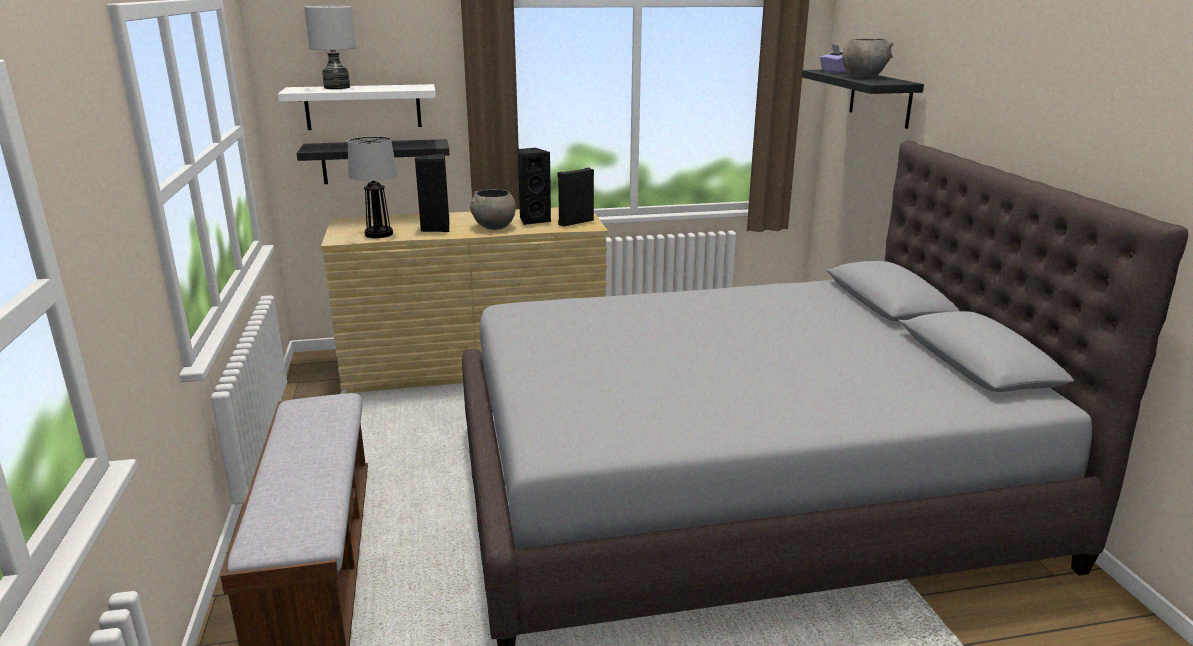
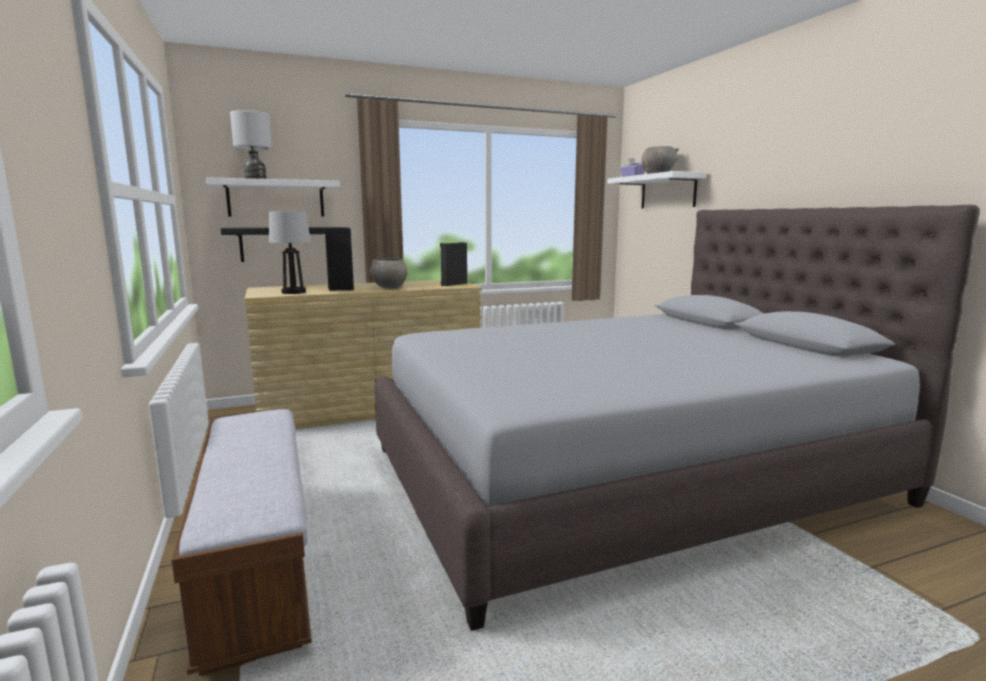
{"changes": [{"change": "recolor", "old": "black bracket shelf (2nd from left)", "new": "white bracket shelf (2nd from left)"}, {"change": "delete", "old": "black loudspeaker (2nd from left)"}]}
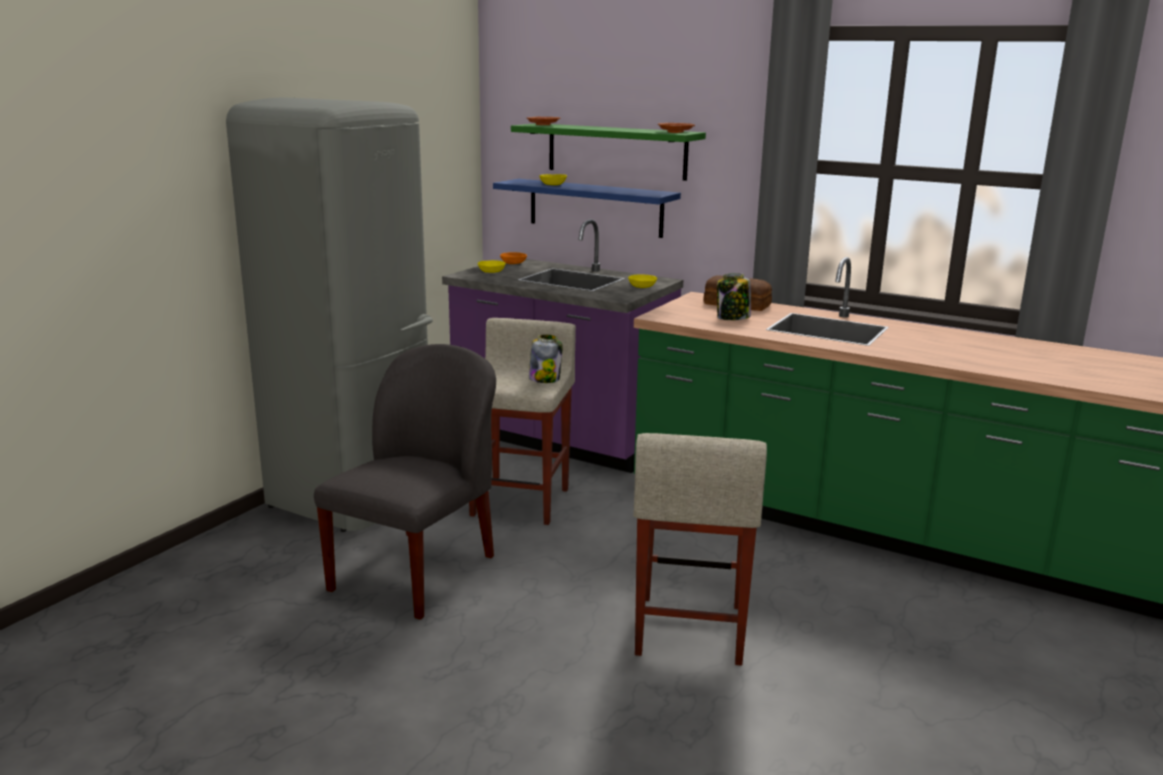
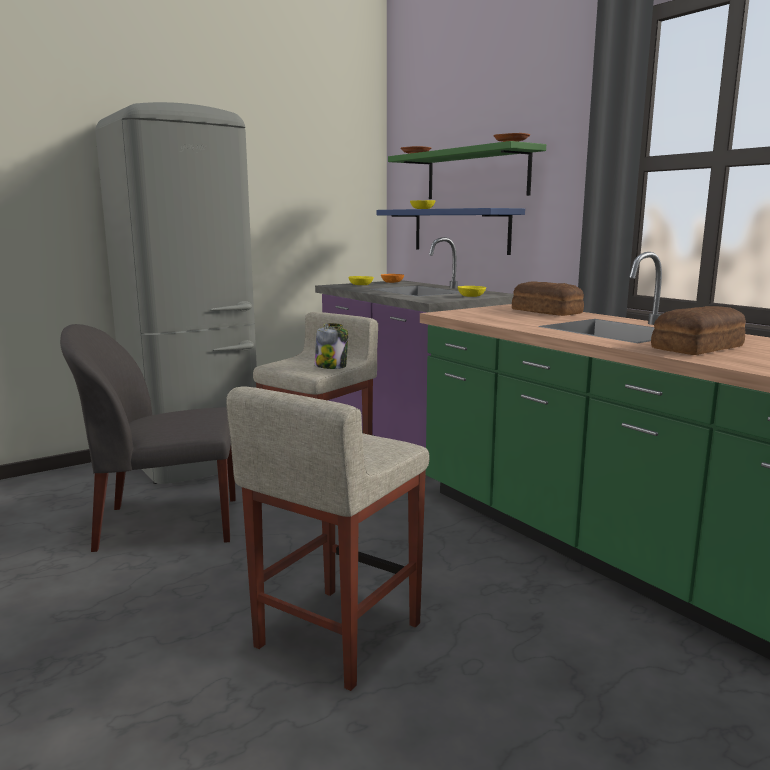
{"changes": [{"change": "delete", "old": "preserve jar (2nd from left)"}, {"change": "rotate", "old": "grey upright chair", "degrees": -150}, {"change": "insert", "new": "bakery bread (2nd from left)"}]}
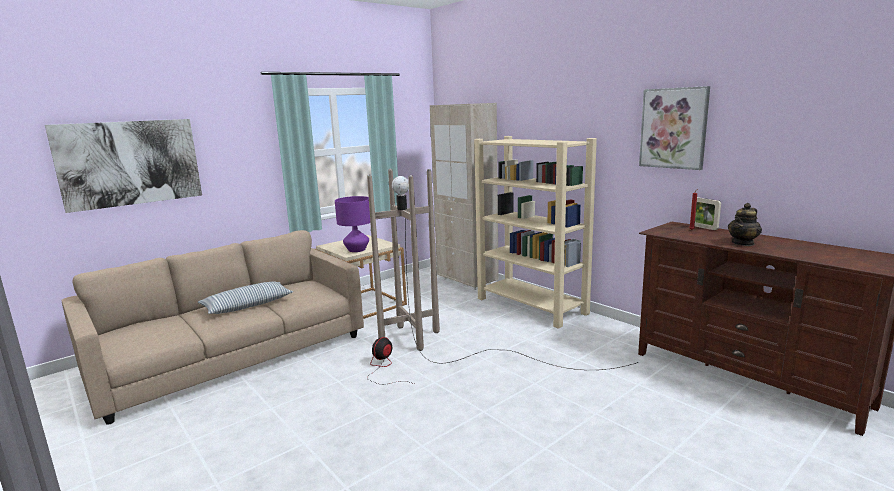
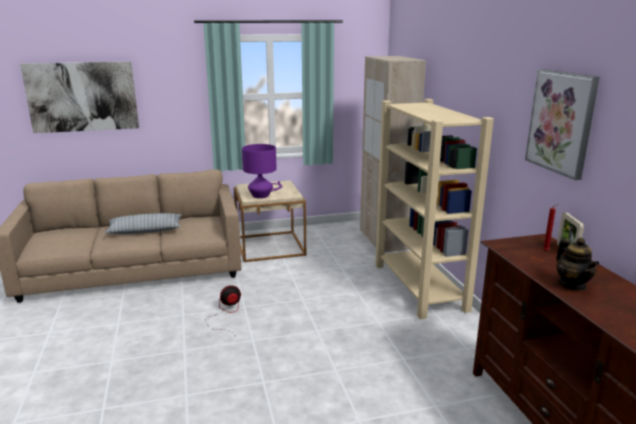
{"changes": [{"change": "delete", "old": "brown standing lamp"}, {"change": "rotate", "old": "pot for tea", "degrees": -90}]}
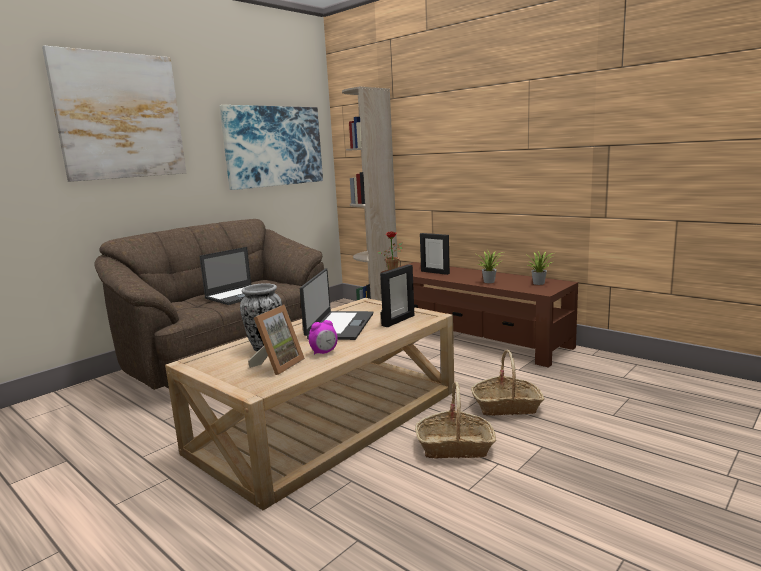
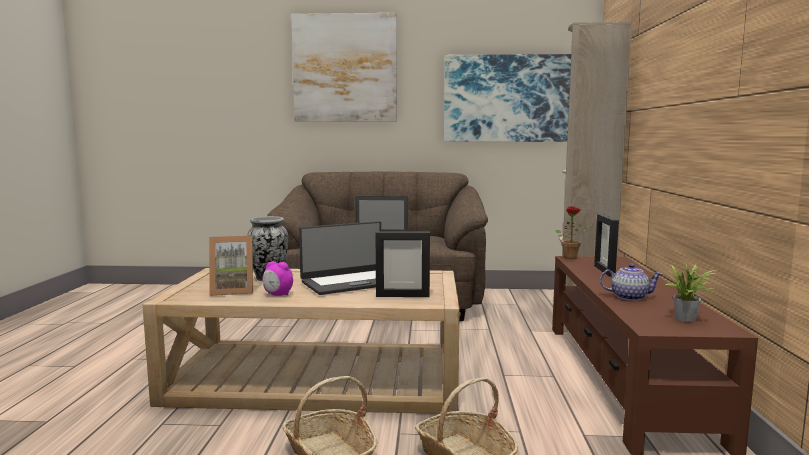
{"changes": [{"change": "replace", "old": "houseplant (2nd from left)", "new": "pot for tea"}]}
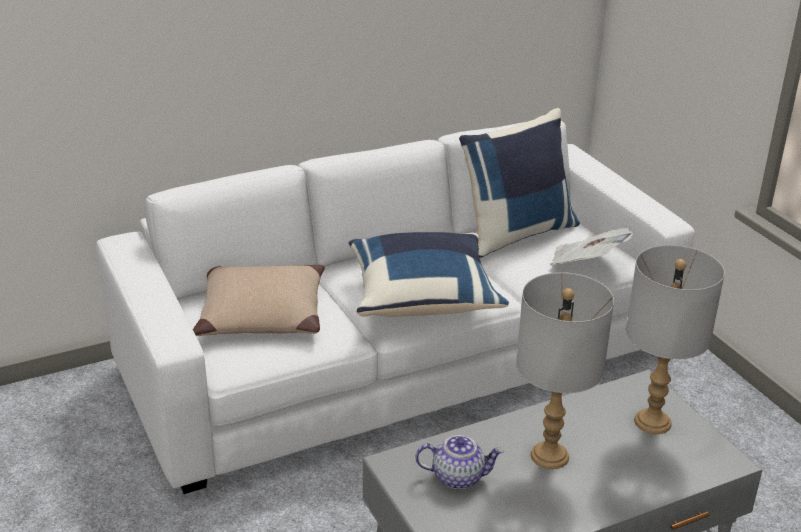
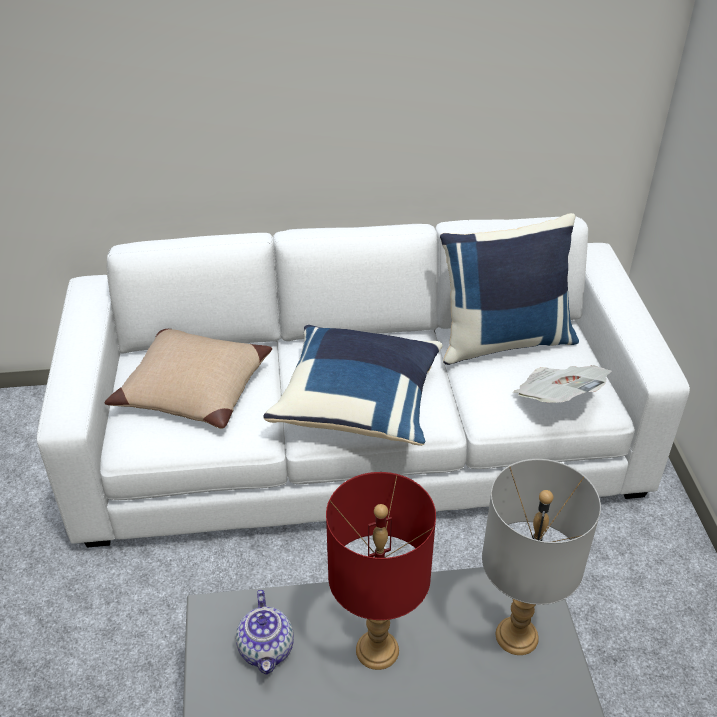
{"changes": [{"change": "recolor", "old": "grey lamp for a table (1st from left)", "new": "reddish lamp for a table"}, {"change": "rotate", "old": "pot for tea", "degrees": 60}]}
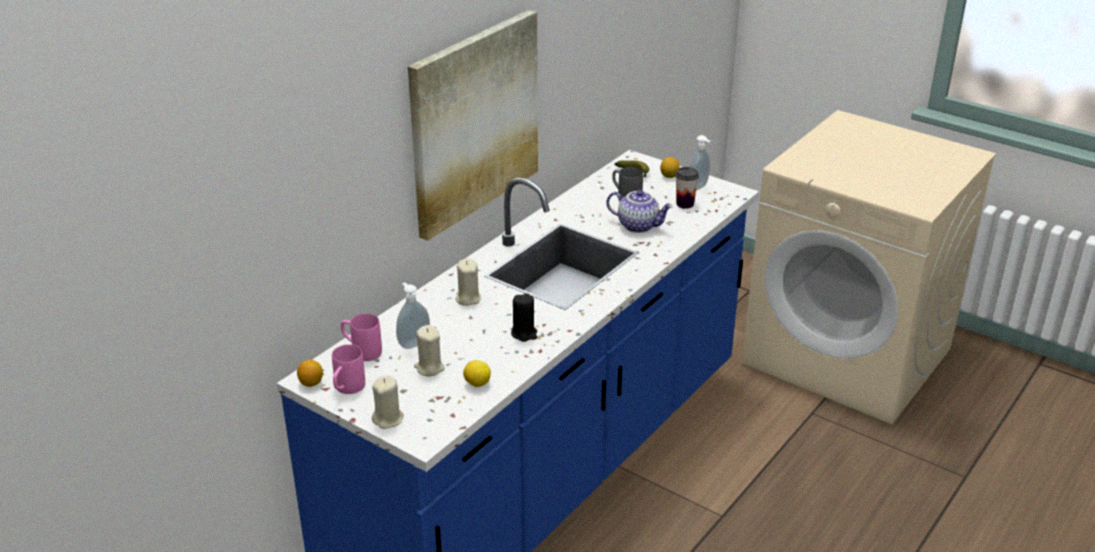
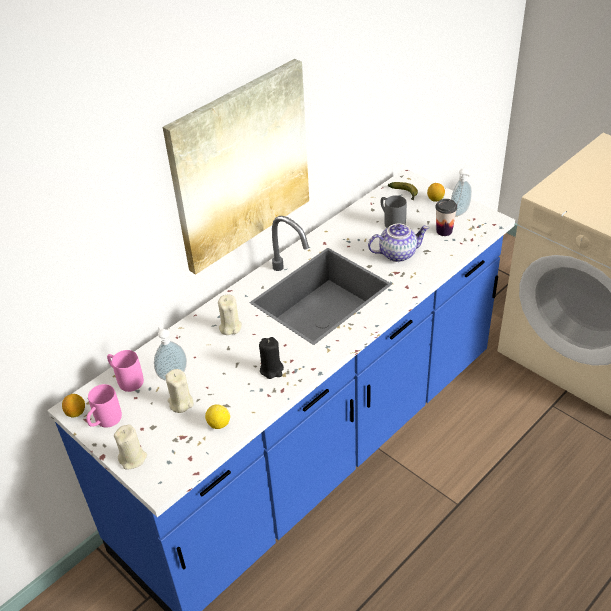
{"changes": [{"change": "rotate", "old": "pot for tea", "degrees": -45}]}
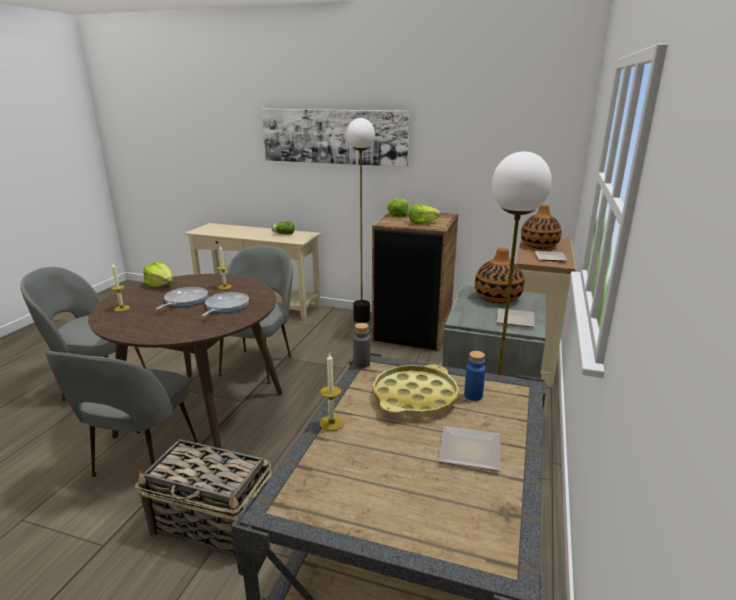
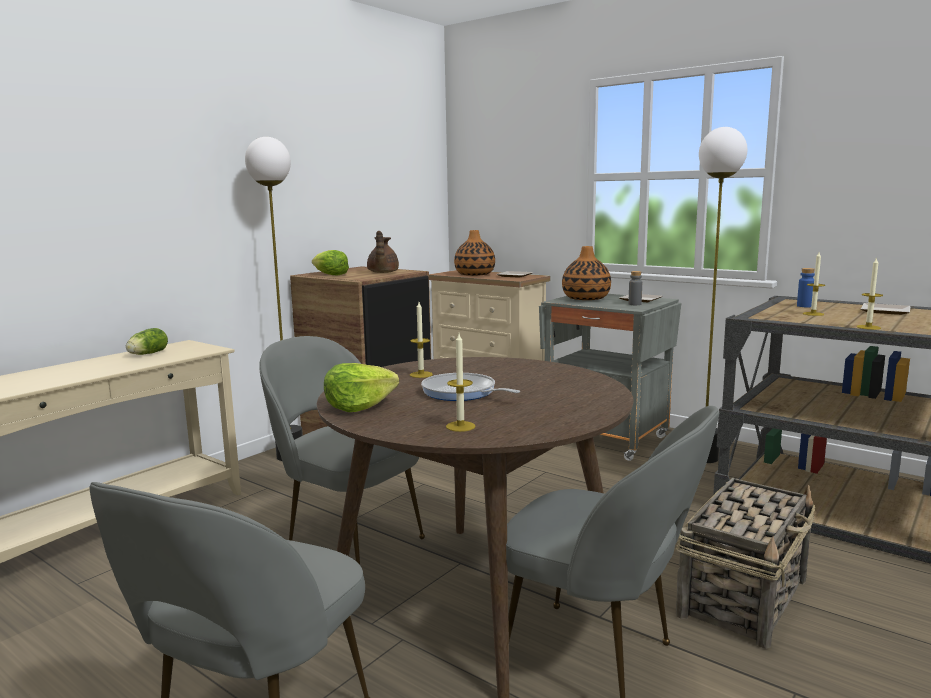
{"changes": [{"change": "delete", "old": "wall picture"}, {"change": "replace", "old": "head of lettuce (4th from left)", "new": "brown pot for tea"}, {"change": "delete", "old": "pan (2nd from left)"}, {"change": "move", "old": "grey beverage bottle"}, {"change": "replace", "old": "yellowish serving tray", "new": "wax light (3rd from left)"}]}
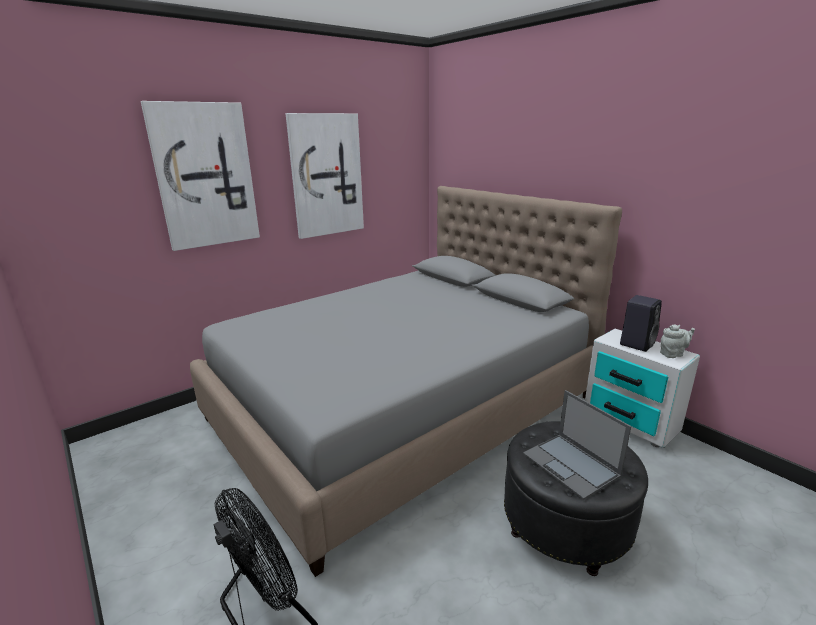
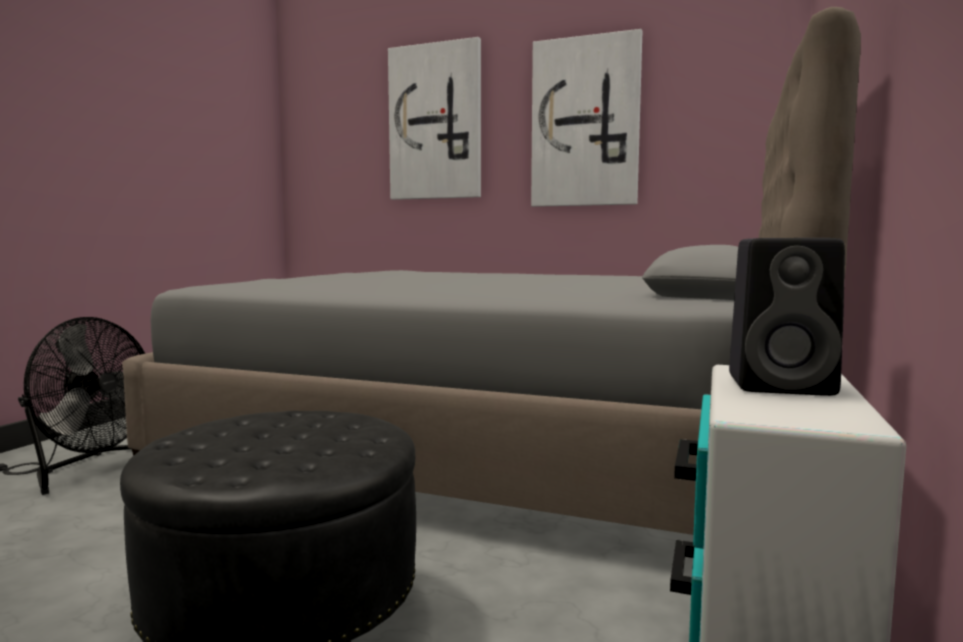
{"changes": [{"change": "delete", "old": "grey pot for tea"}, {"change": "delete", "old": "laptop"}]}
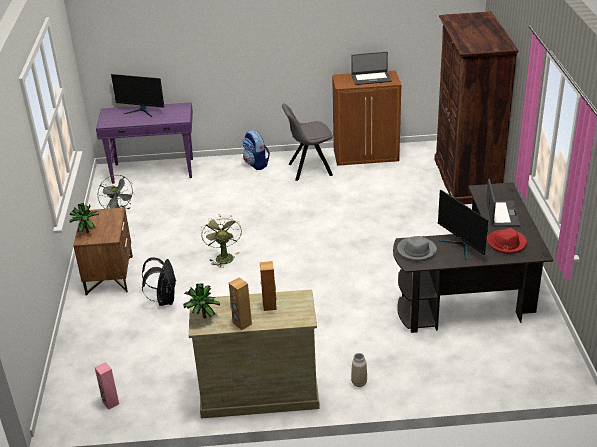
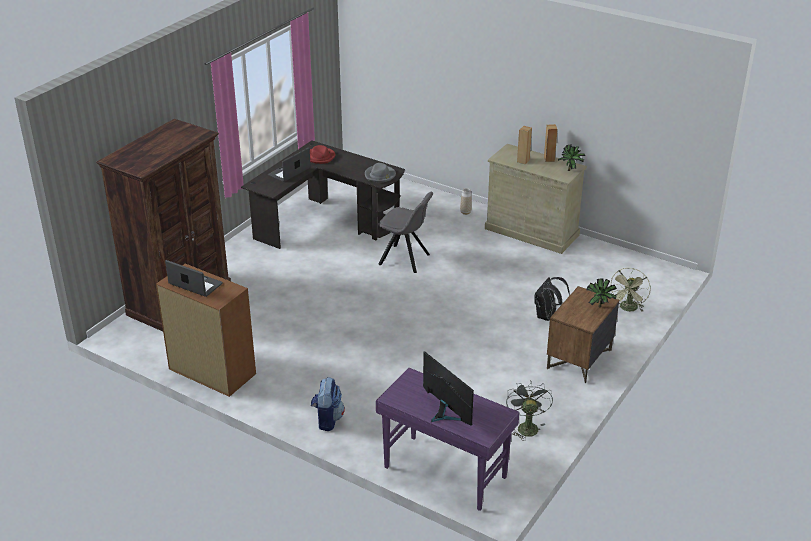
{"changes": [{"change": "move", "old": "grey upright chair"}, {"change": "delete", "old": "computer display (2nd from left)"}, {"change": "move", "old": "greenish fan"}, {"change": "delete", "old": "pink-coloured loudspeaker"}]}
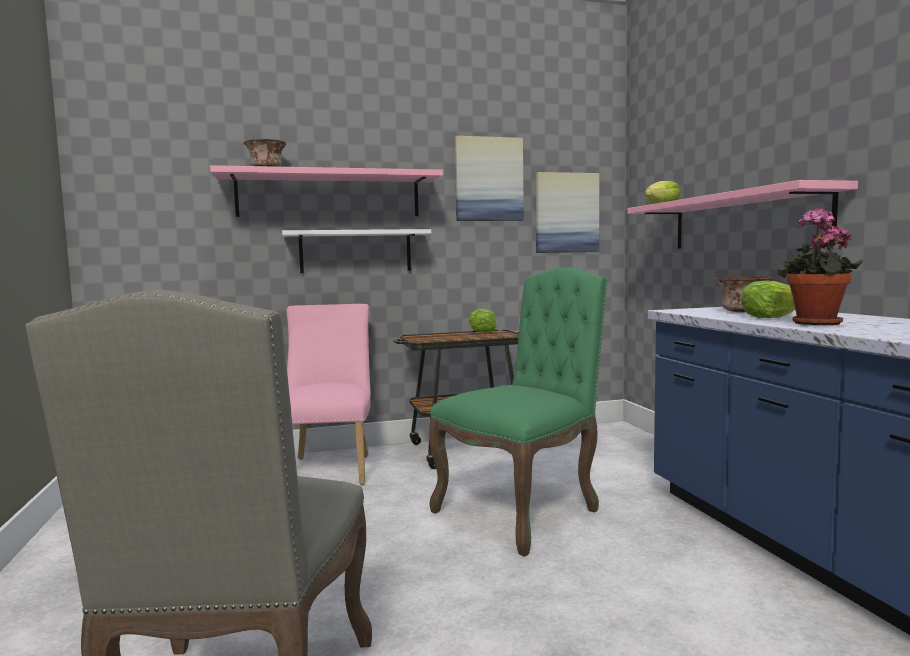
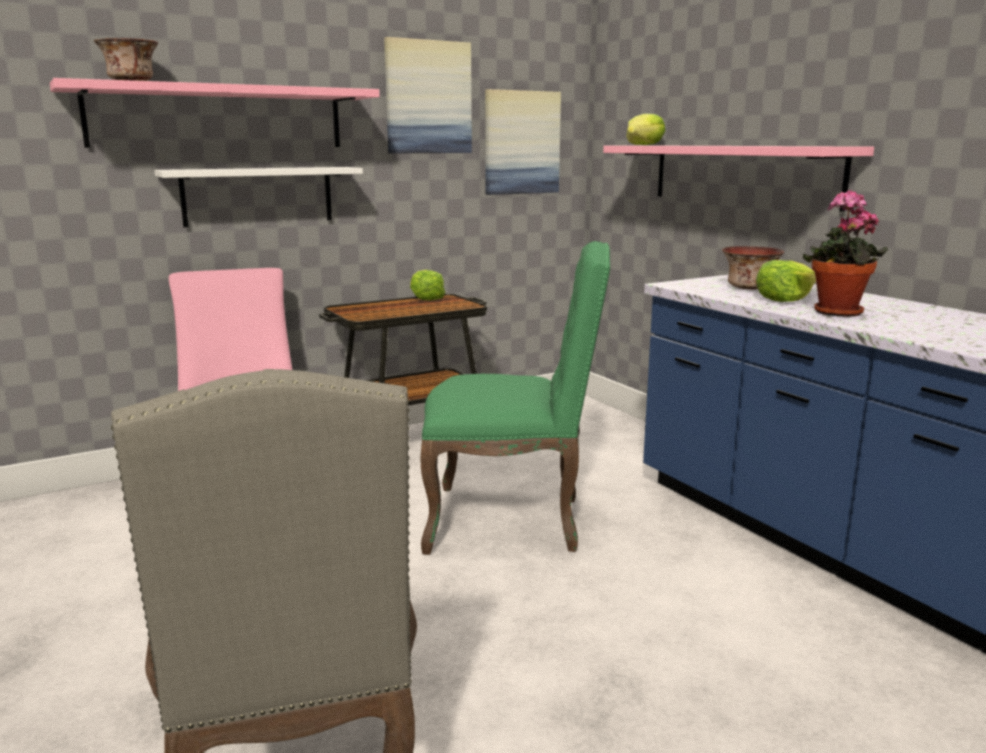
{"changes": [{"change": "rotate", "old": "greenish upright chair", "degrees": 60}]}
